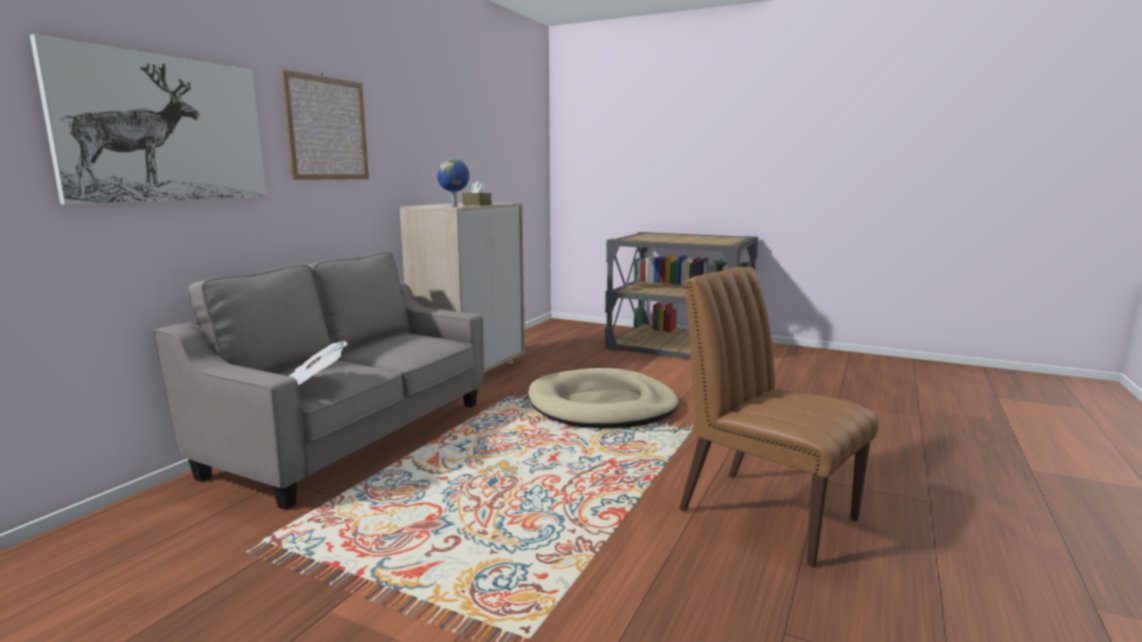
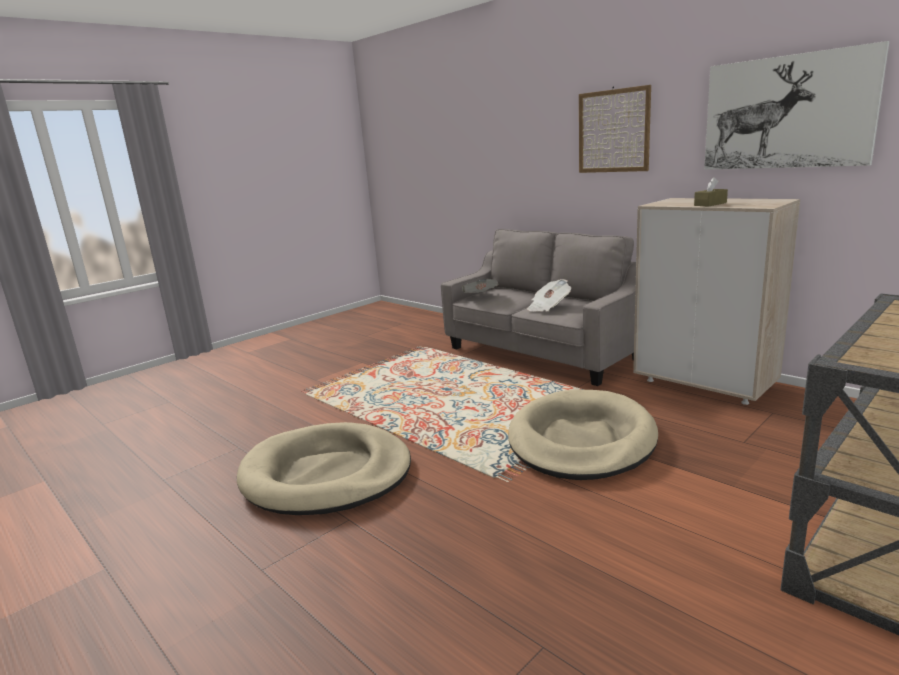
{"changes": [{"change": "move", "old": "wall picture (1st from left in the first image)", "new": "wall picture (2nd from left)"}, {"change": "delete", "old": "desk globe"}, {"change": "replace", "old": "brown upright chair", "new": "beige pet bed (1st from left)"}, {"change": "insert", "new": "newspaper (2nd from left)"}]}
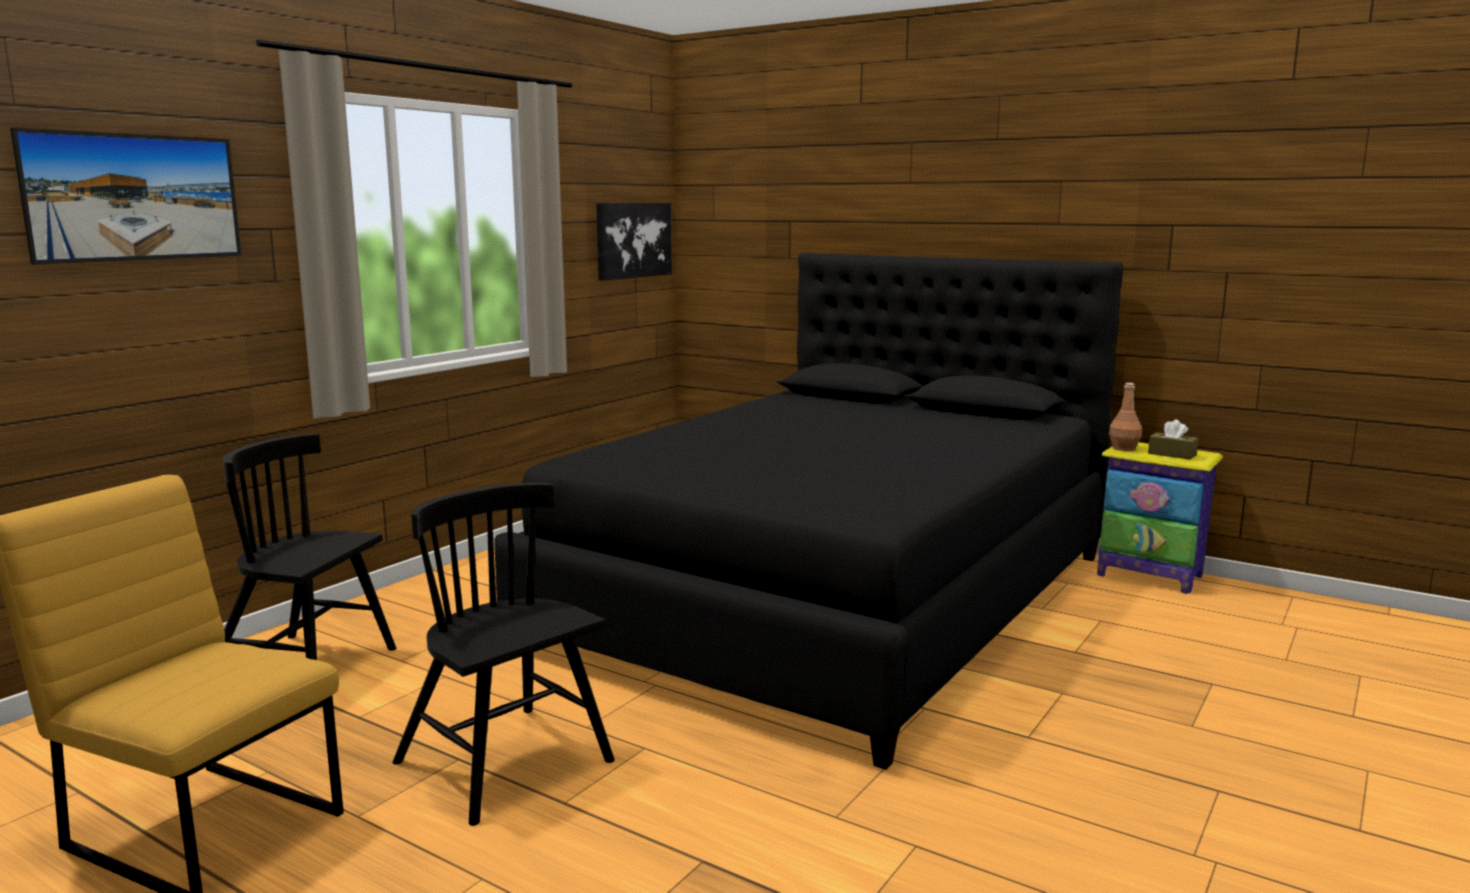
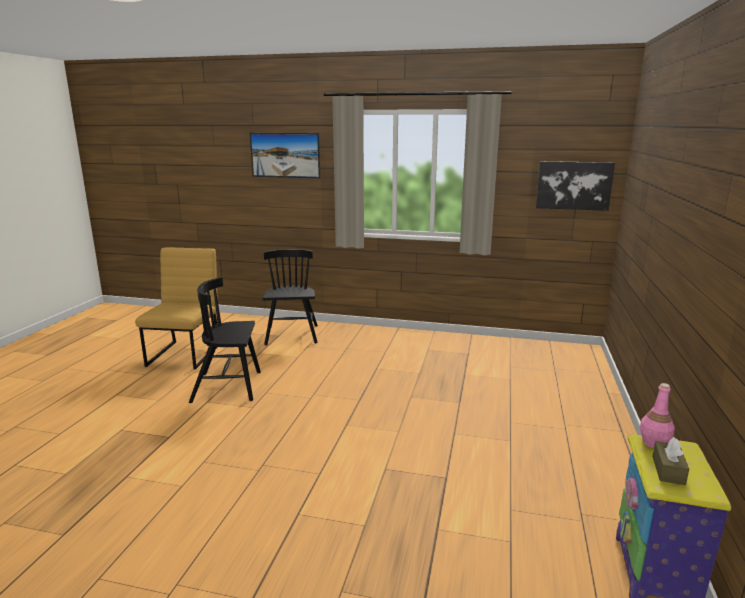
{"changes": [{"change": "delete", "old": "black sleeping bed"}, {"change": "recolor", "old": "brown beverage bottle", "new": "pink-coloured beverage bottle"}, {"change": "rotate", "old": "black upright chair (2nd from left in the first image)", "degrees": -120}]}
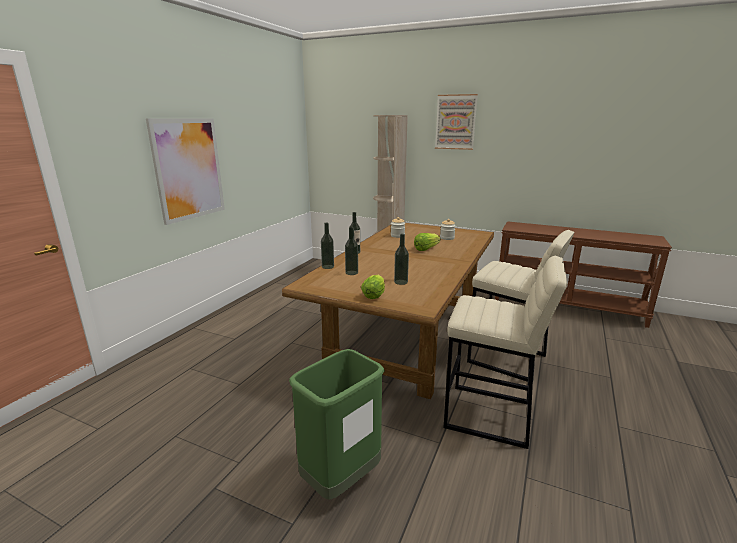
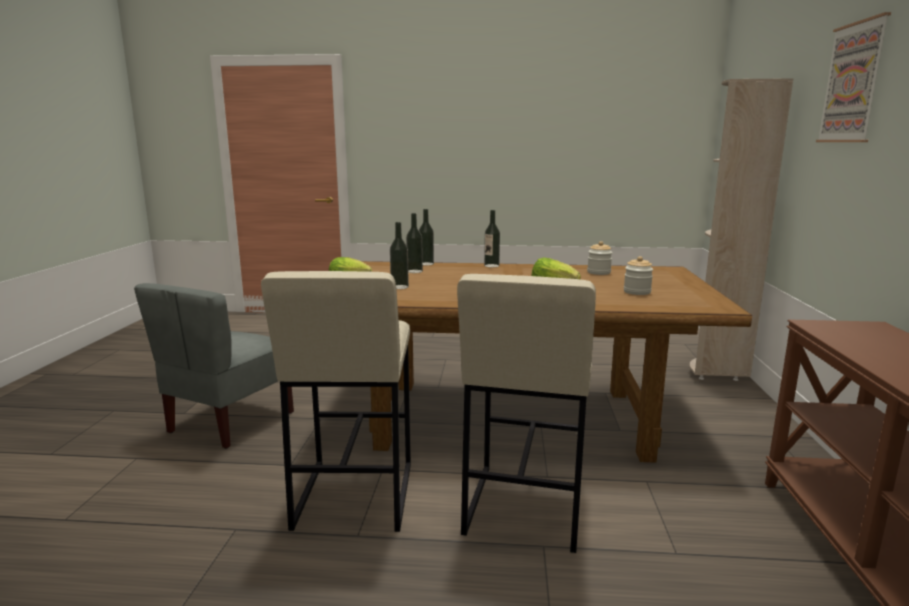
{"changes": [{"change": "delete", "old": "wall picture (1st from left)"}, {"change": "replace", "old": "greenish rubbish bin", "new": "grey upright chair"}]}
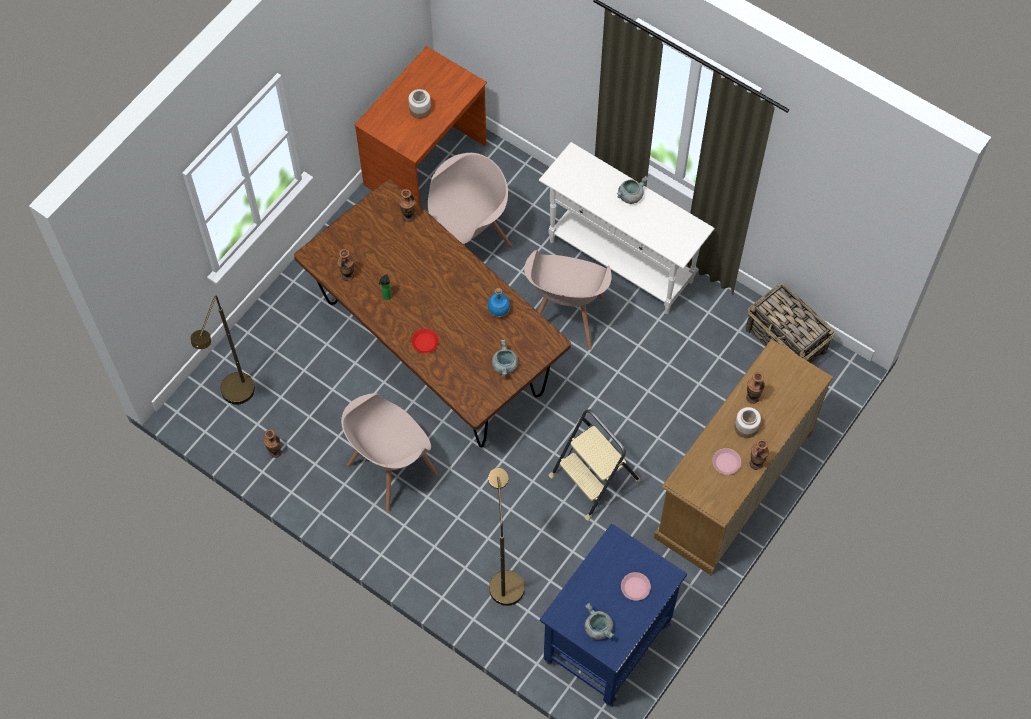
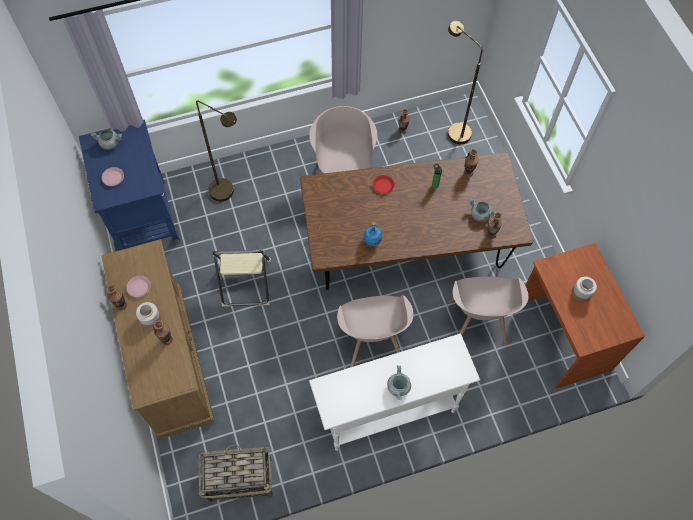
{"changes": [{"change": "rotate", "old": "beige upright chair (3rd from left in the first image)", "degrees": -150}, {"change": "move", "old": "grey saucepot (1st from left in the first image)", "new": "grey saucepot (3rd from left)"}]}
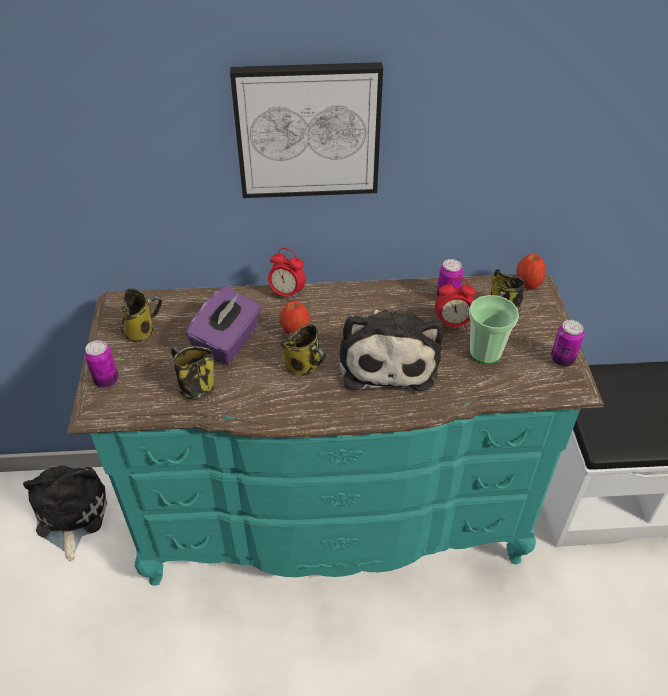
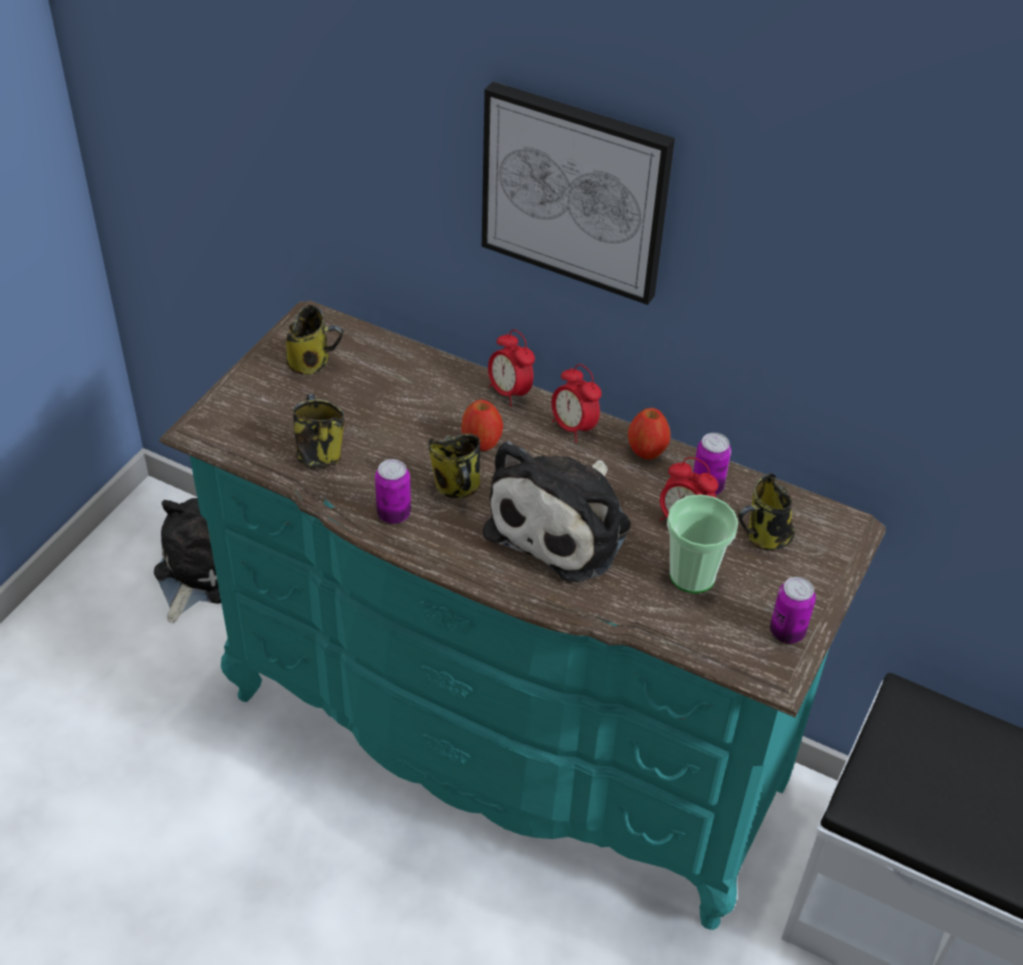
{"changes": [{"change": "move", "old": "whole apple (2nd from left)"}, {"change": "delete", "old": "purple box of tissues"}, {"change": "move", "old": "metal can (1st from left)"}, {"change": "insert", "new": "table clock (2nd from left)"}]}
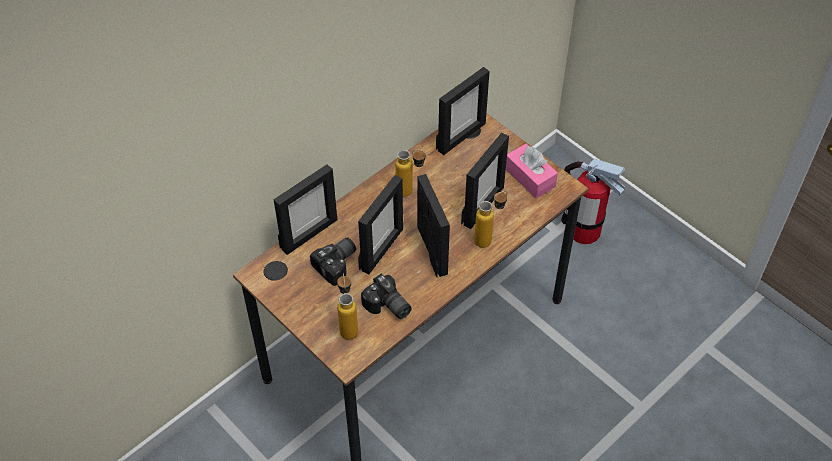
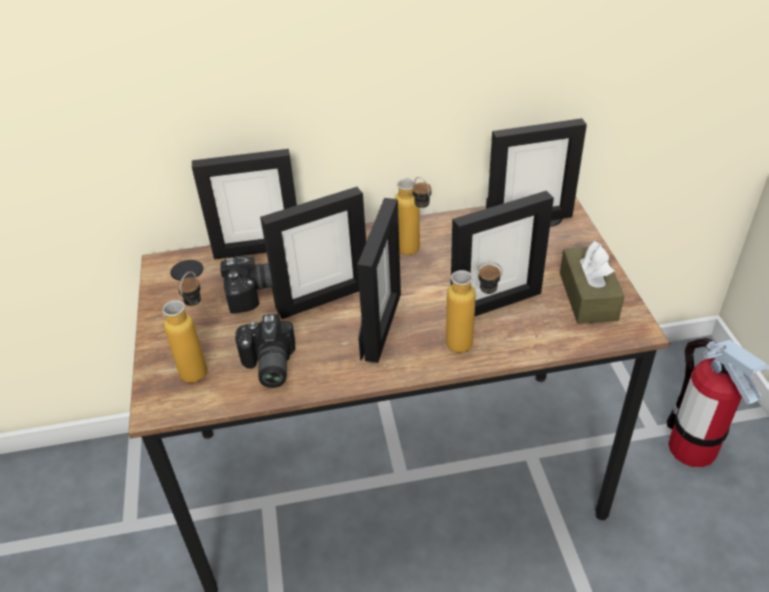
{"changes": [{"change": "recolor", "old": "pink-coloured box of tissues", "new": "brown box of tissues"}]}
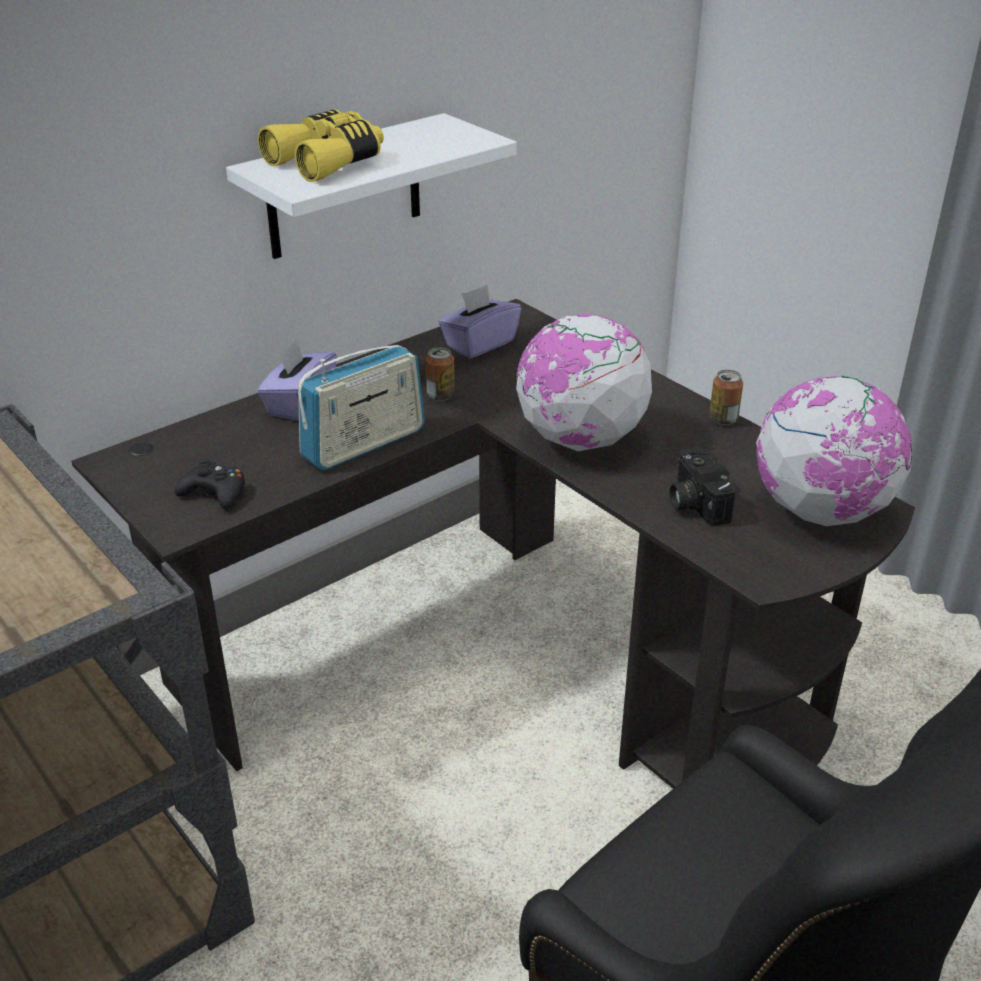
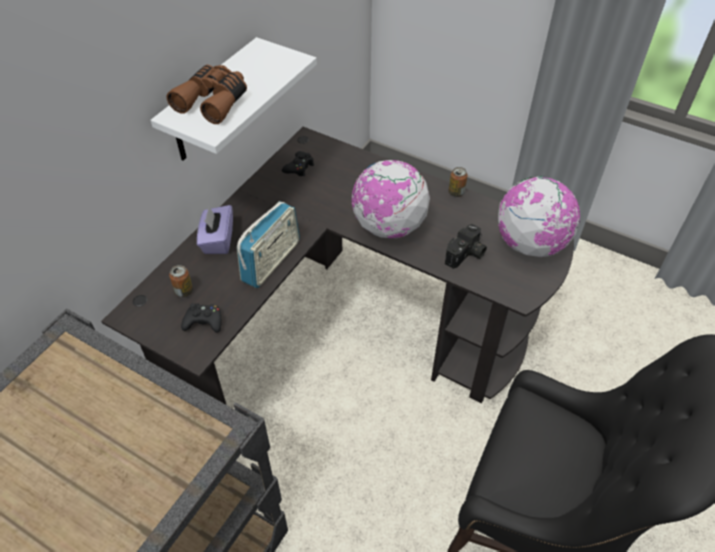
{"changes": [{"change": "recolor", "old": "yellowish field glasses", "new": "brown field glasses"}, {"change": "replace", "old": "purple box of tissues (2nd from left)", "new": "black game controller (2nd from left)"}, {"change": "move", "old": "metal can (1st from left)"}, {"change": "rotate", "old": "still camera", "degrees": -105}]}
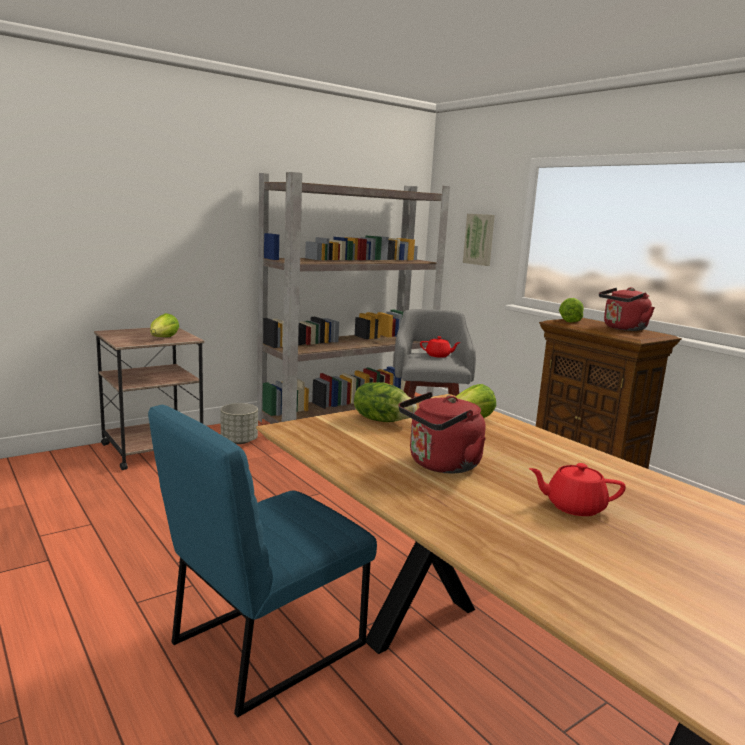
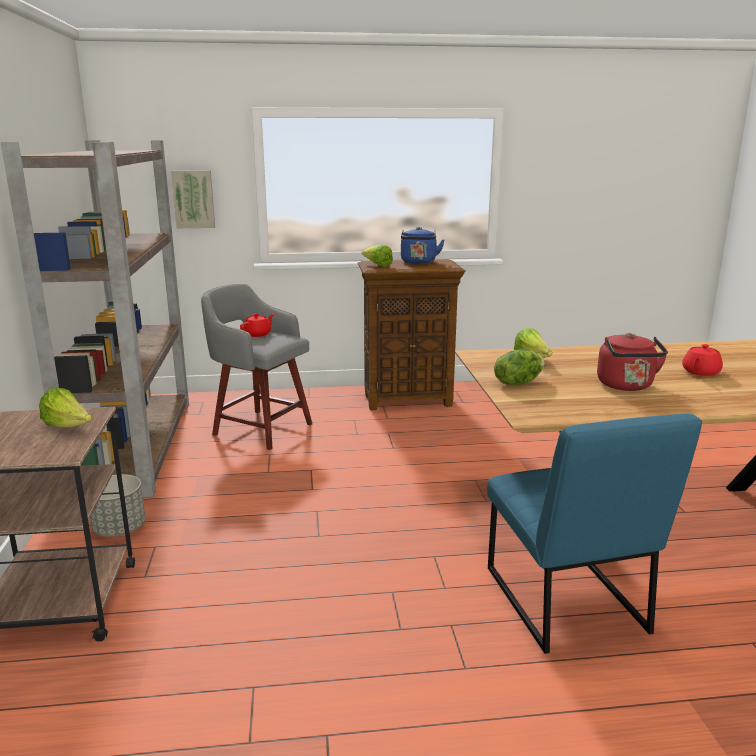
{"changes": [{"change": "recolor", "old": "reddish water kettle (2nd from left)", "new": "blue-coloured water kettle"}]}
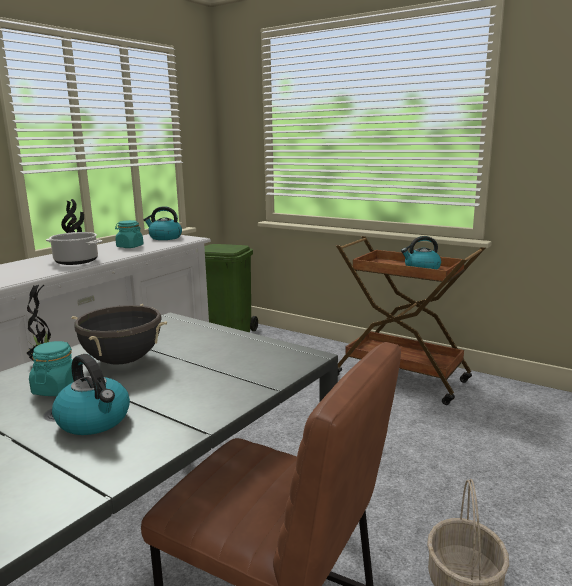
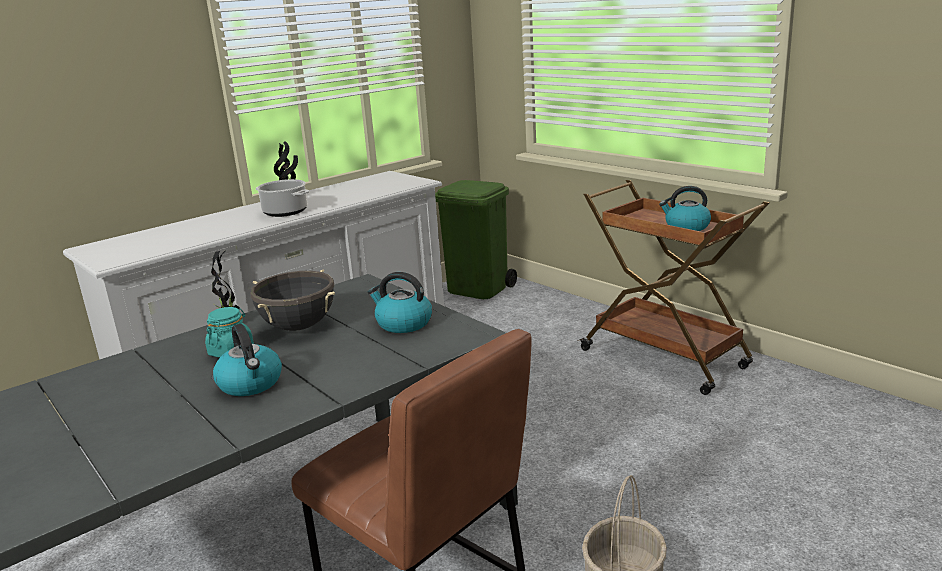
{"changes": [{"change": "move", "old": "water kettle (2nd from left)"}, {"change": "delete", "old": "turquoise-coloured preserve jar (2nd from left)"}]}
